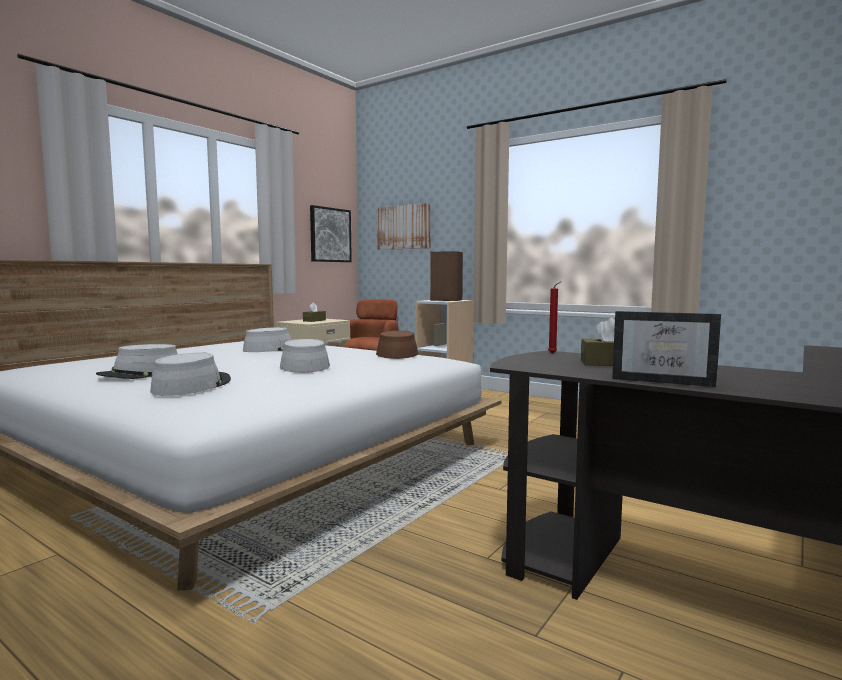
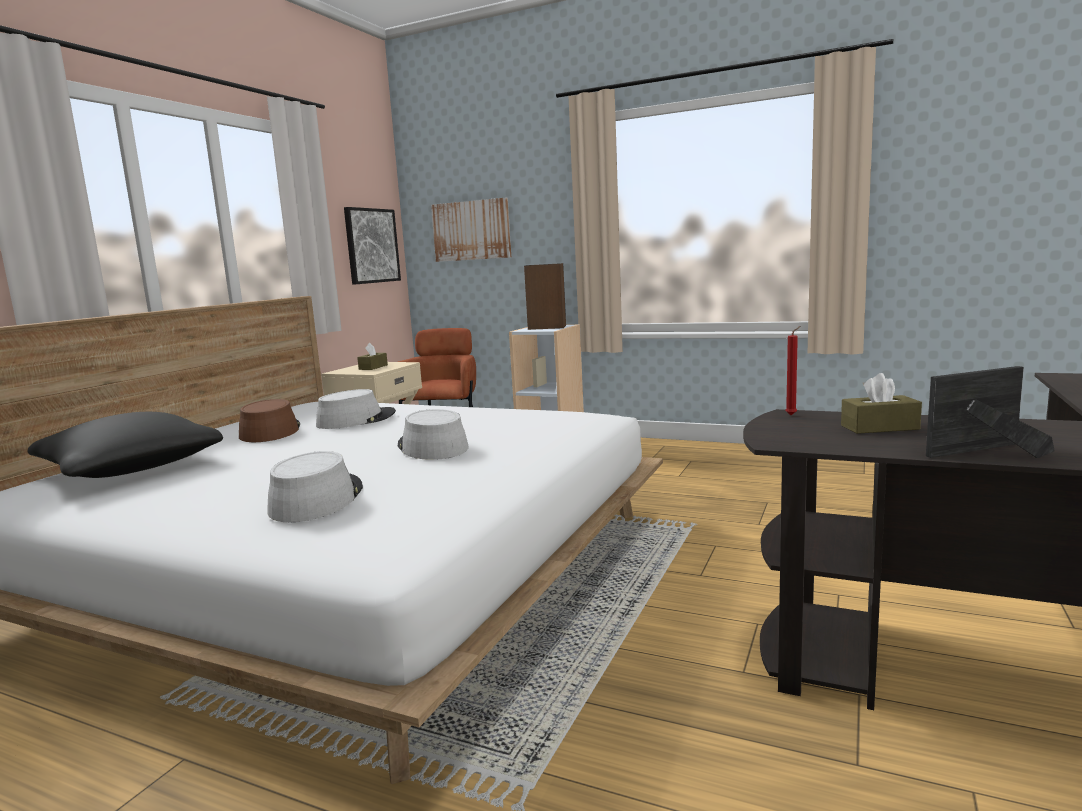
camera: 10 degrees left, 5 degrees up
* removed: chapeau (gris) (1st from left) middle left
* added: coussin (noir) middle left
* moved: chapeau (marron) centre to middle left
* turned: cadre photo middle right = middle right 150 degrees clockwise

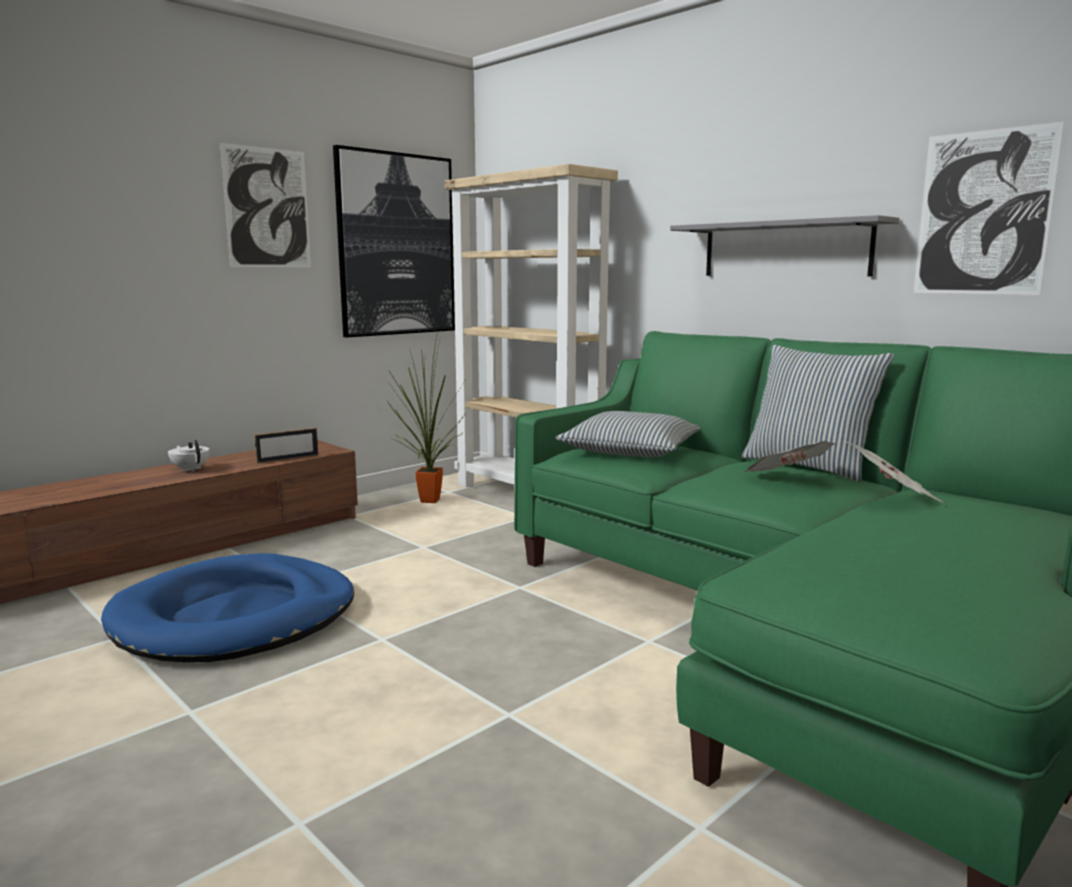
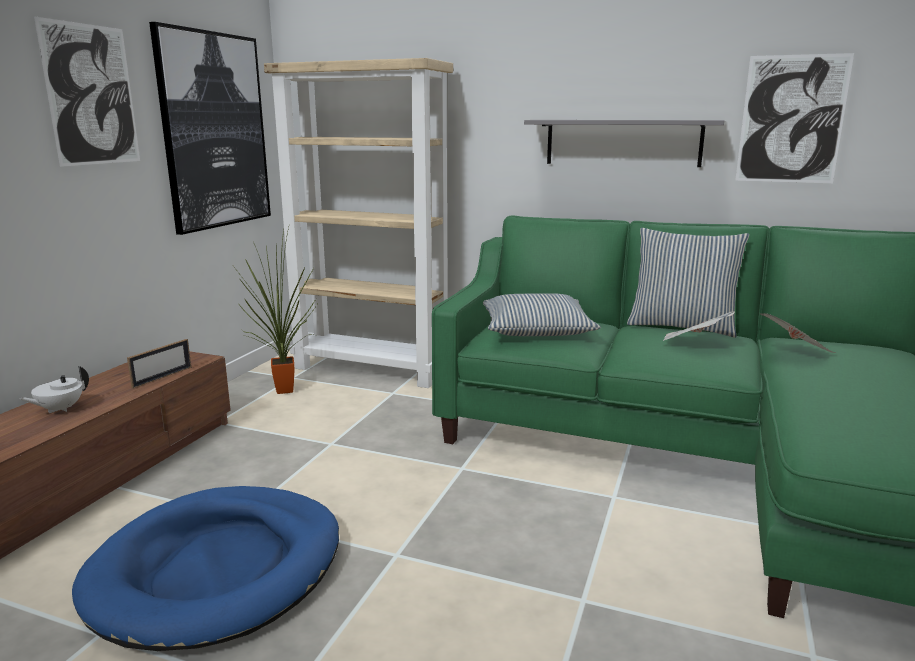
camera: 25 degrees left, 5 degrees up
* turned: théière (blanc) middle left = middle left 75 degrees counterclockwise

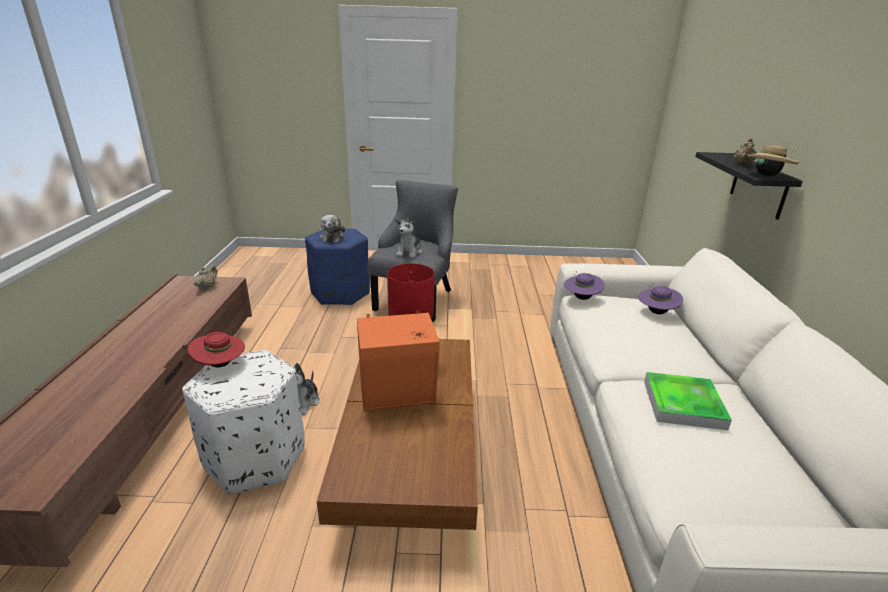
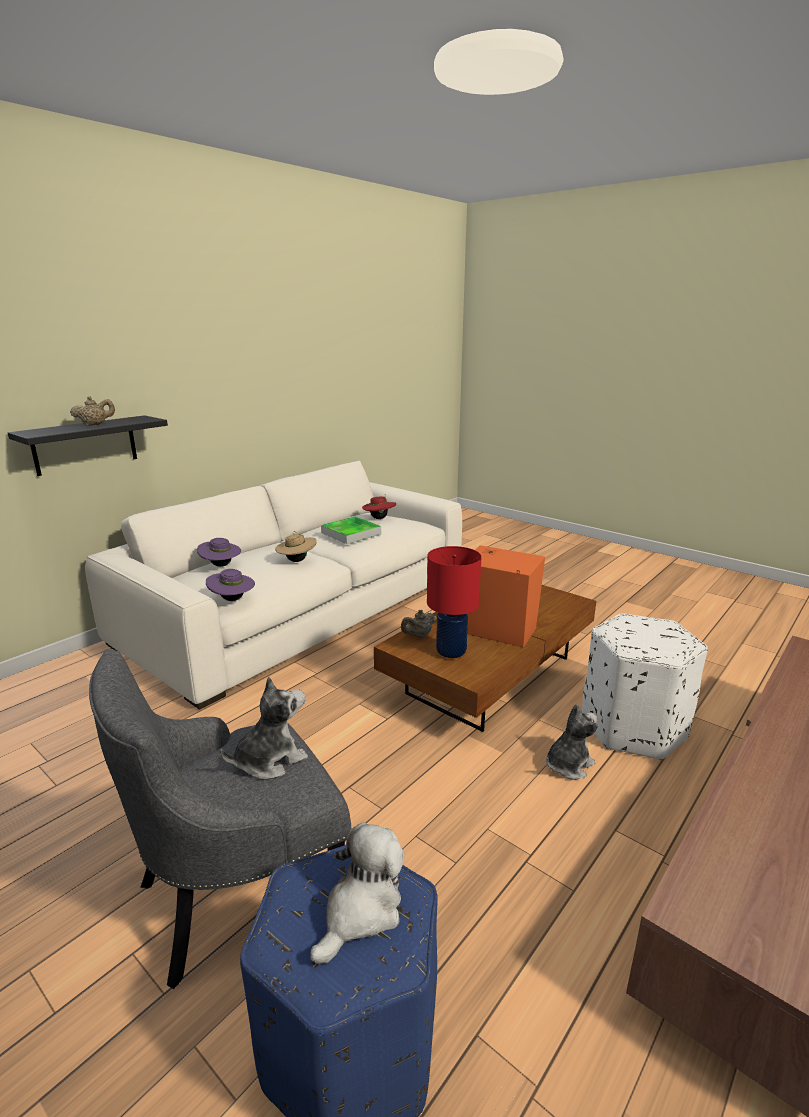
camera: 140 degrees left, 5 degrees down
* moved: chapeau (rouge) middle left to centre
* moved: théière (beige) (1st from left in the first image) middle left to théière (beige) (2nd from left) centre
* moved: chapeau (beige) top right to centre

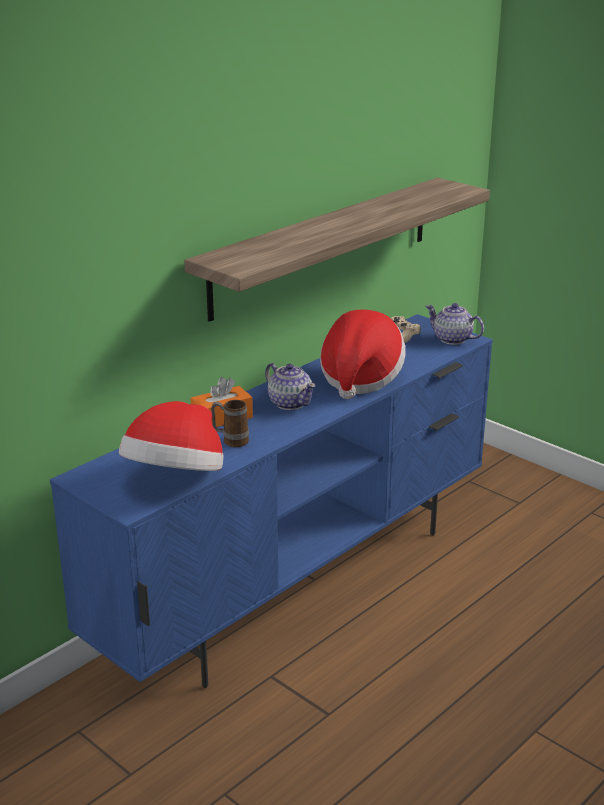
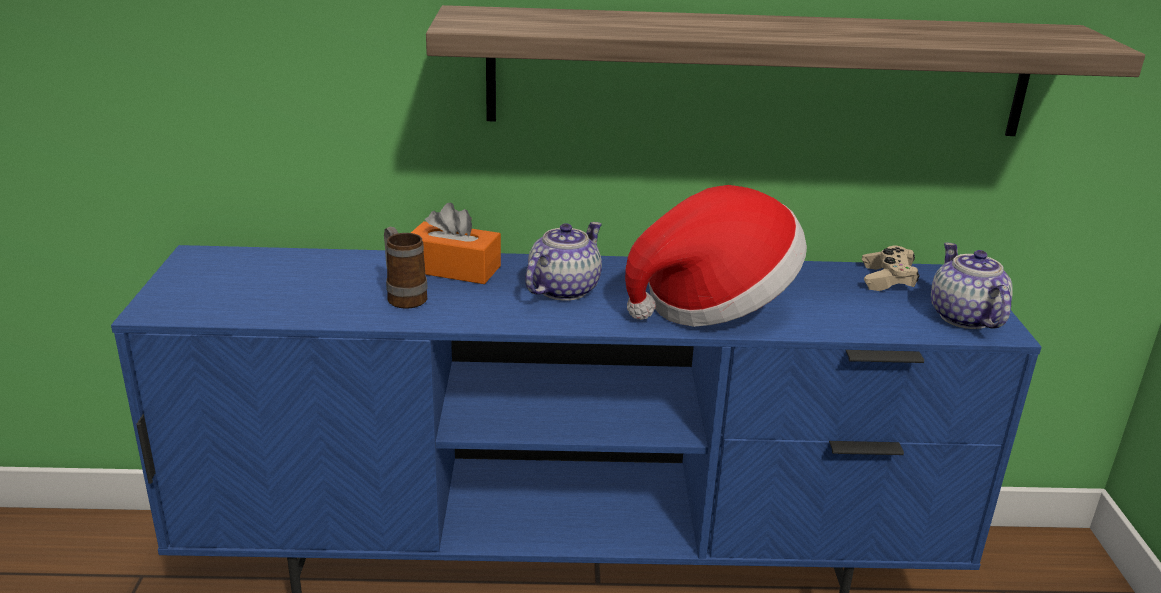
camera: 45 degrees right, 0 degrees up
* removed: chapeau (1st from left) middle left
* turned: théière (1st from left) centre = centre 150 degrees counterclockwise

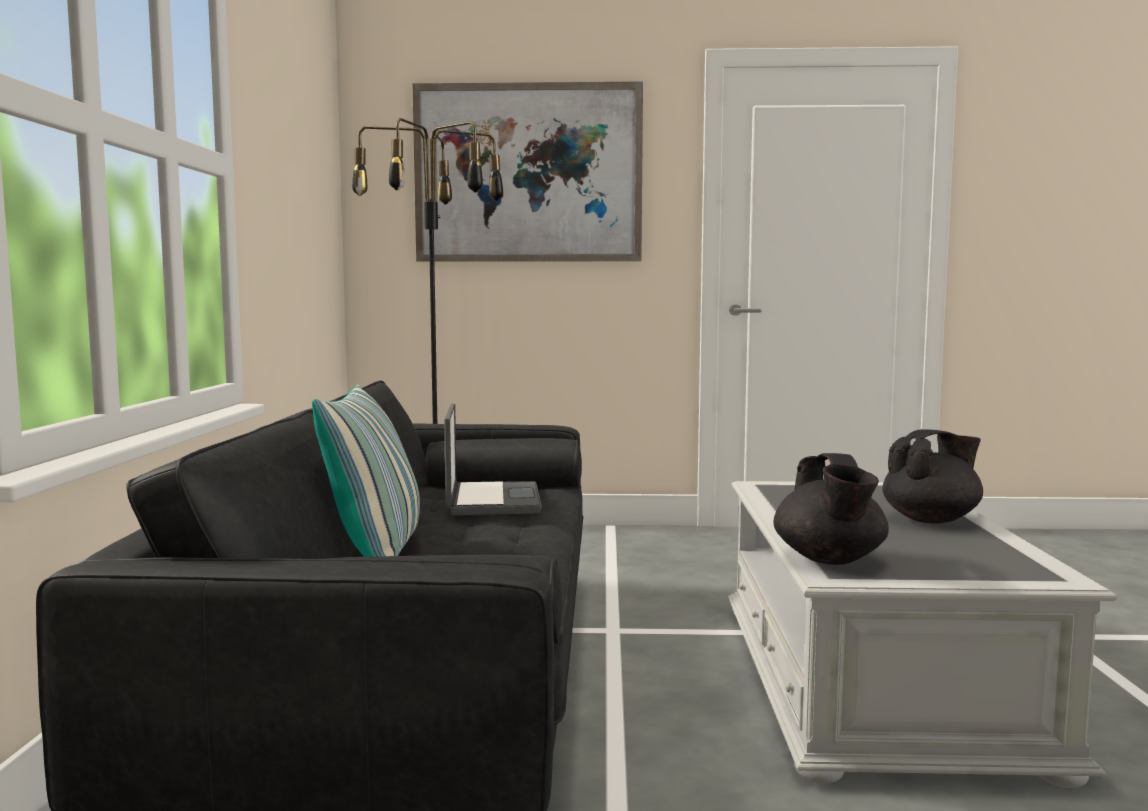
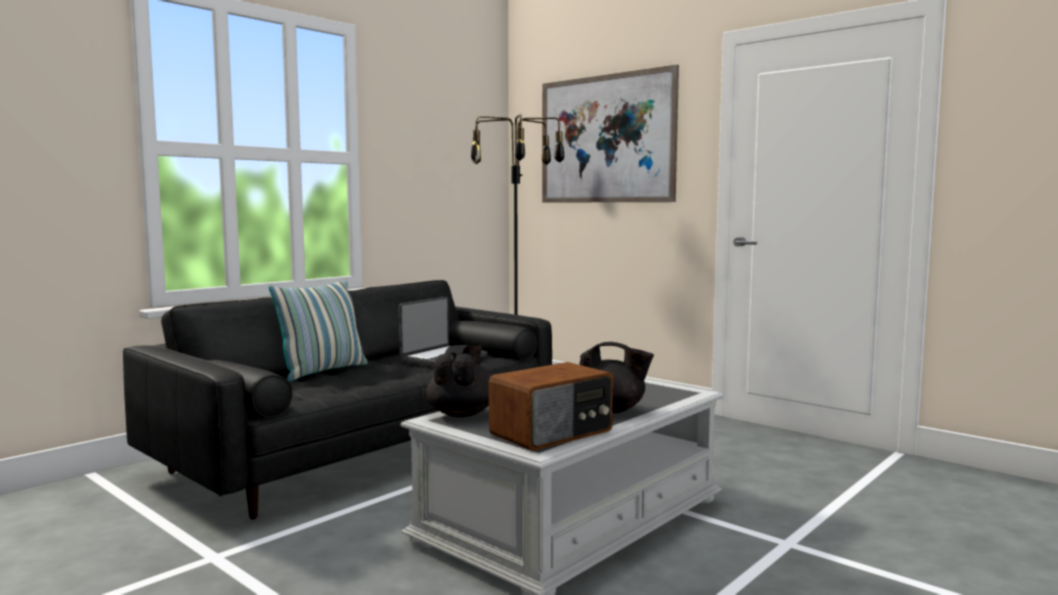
camera: 40 degrees right, 0 degrees up
* added: radio bottom centre
* turned: théière (noir) (1st from left) middle right = centre 150 degrees clockwise

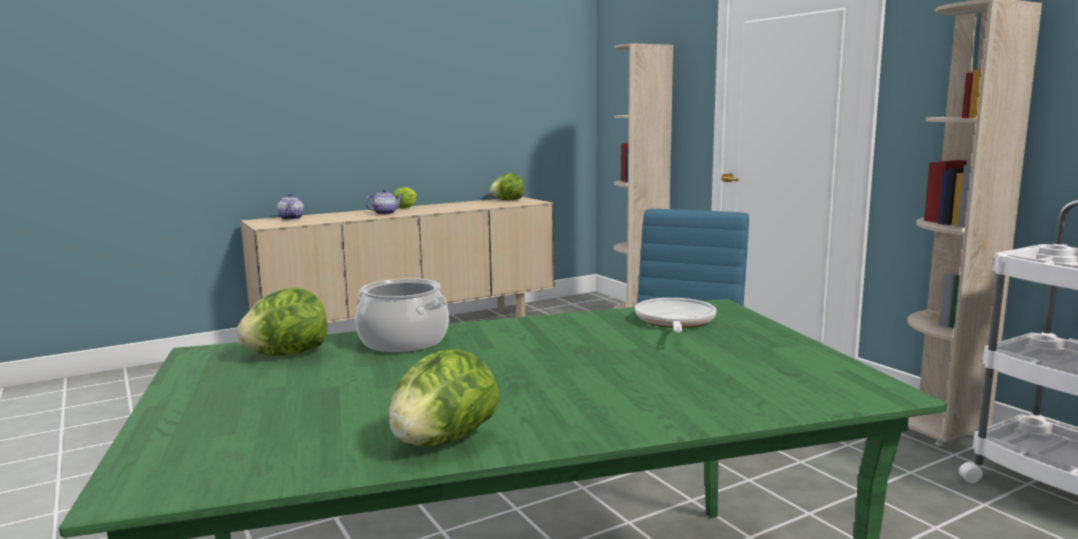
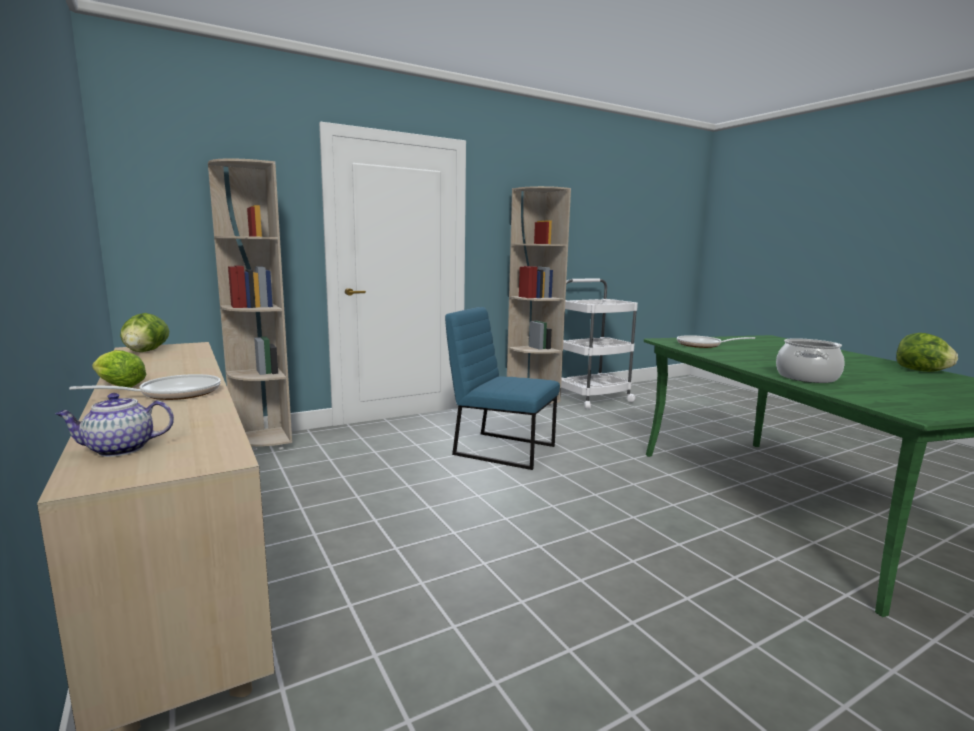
camera: 90 degrees left, 0 degrees up
* removed: laitue (1st from left) middle left
* replaced: théière (2nd from left) centre to poêle (1st from left) middle left

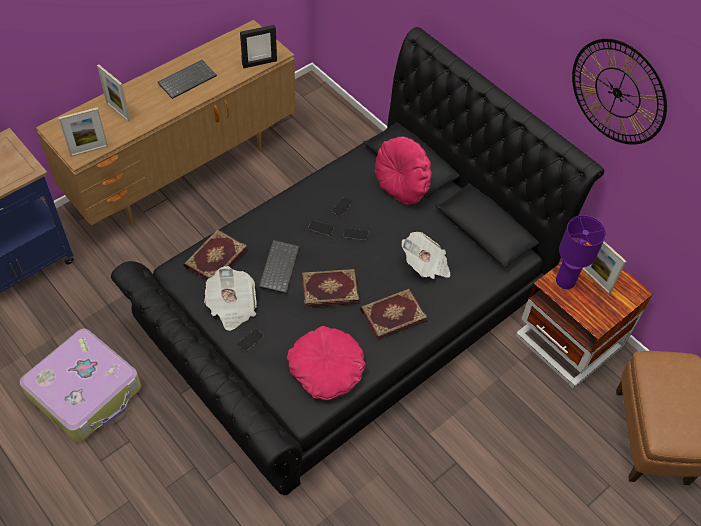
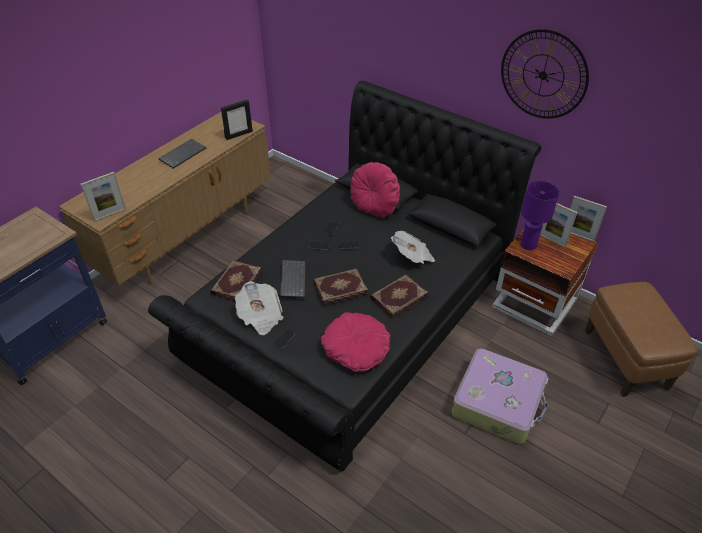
camera: 10 degrees left, 10 degrees down
* moved: valise bottom left to bottom right
* moved: cadre photo (2nd from left in the first image) top left to cadre photo (4th from left) middle right

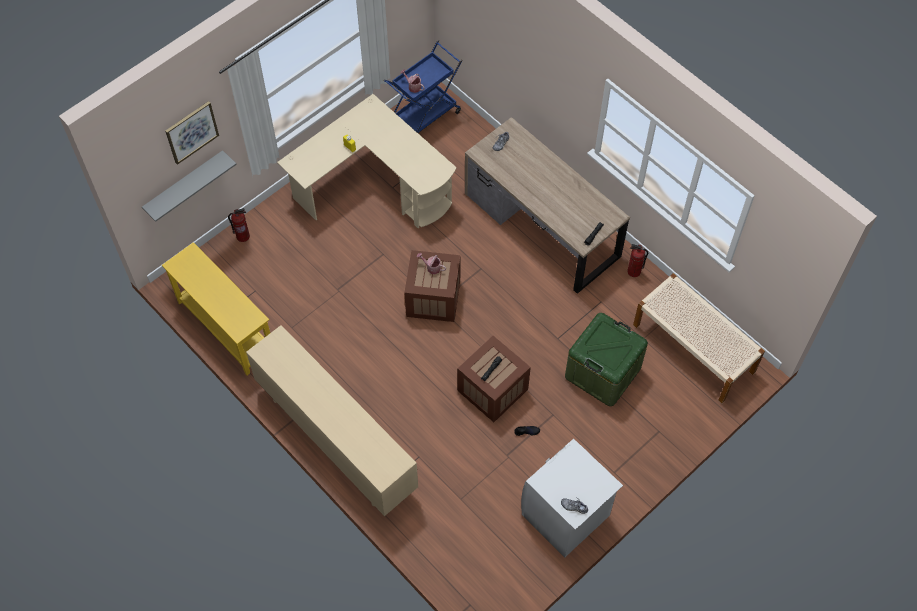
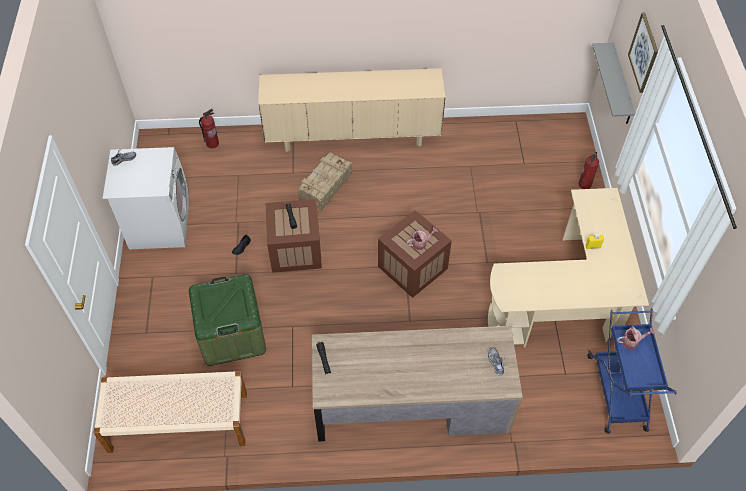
camera: 130 degrees right, 5 degrees down
* removed: table console (jaune) middle left
* added: caisse (2nd from left) centre
* moved: extincteur (2nd from left in the first image) middle right to extincteur (1st from left) top left

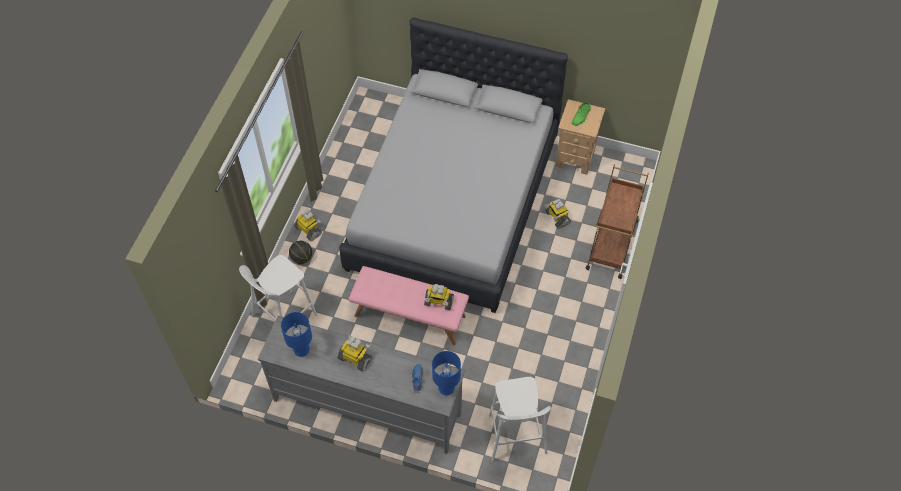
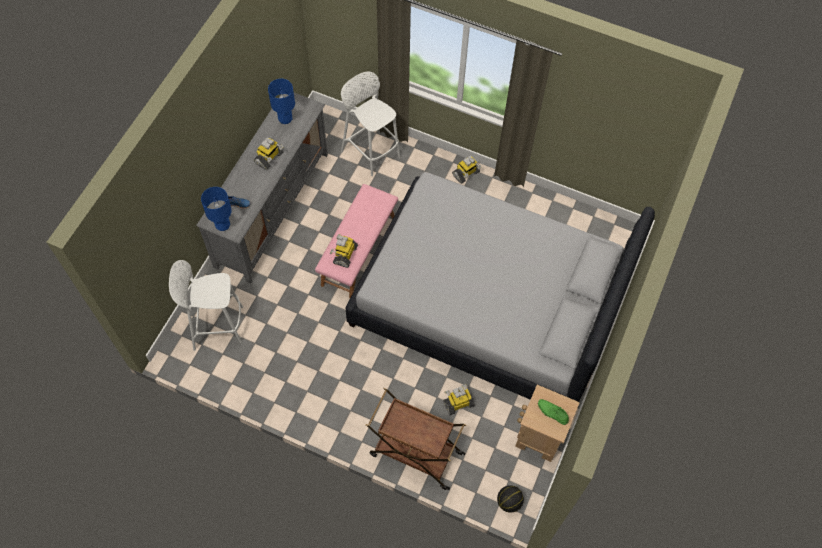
camera: 95 degrees right, 5 degrees up
* moved: ballon de basket middle left to bottom centre

